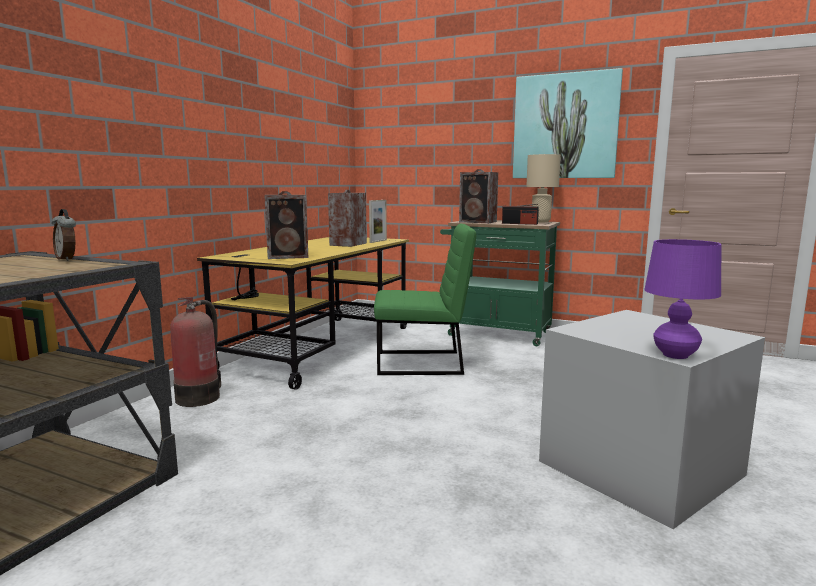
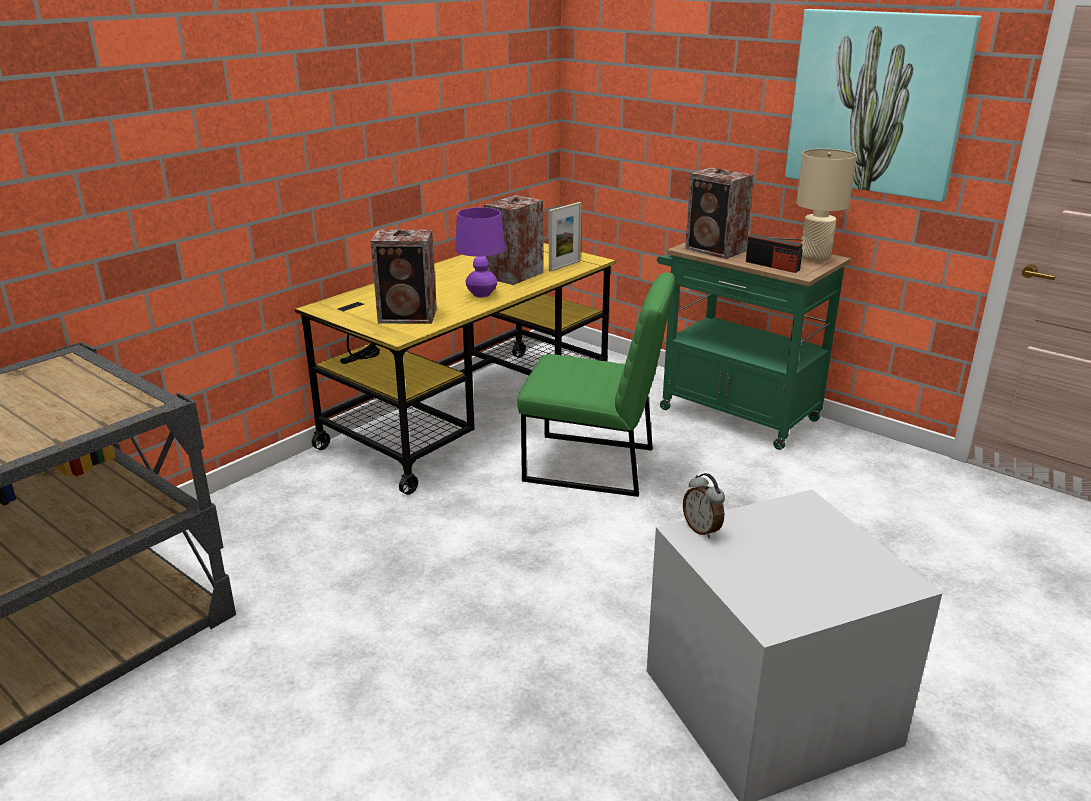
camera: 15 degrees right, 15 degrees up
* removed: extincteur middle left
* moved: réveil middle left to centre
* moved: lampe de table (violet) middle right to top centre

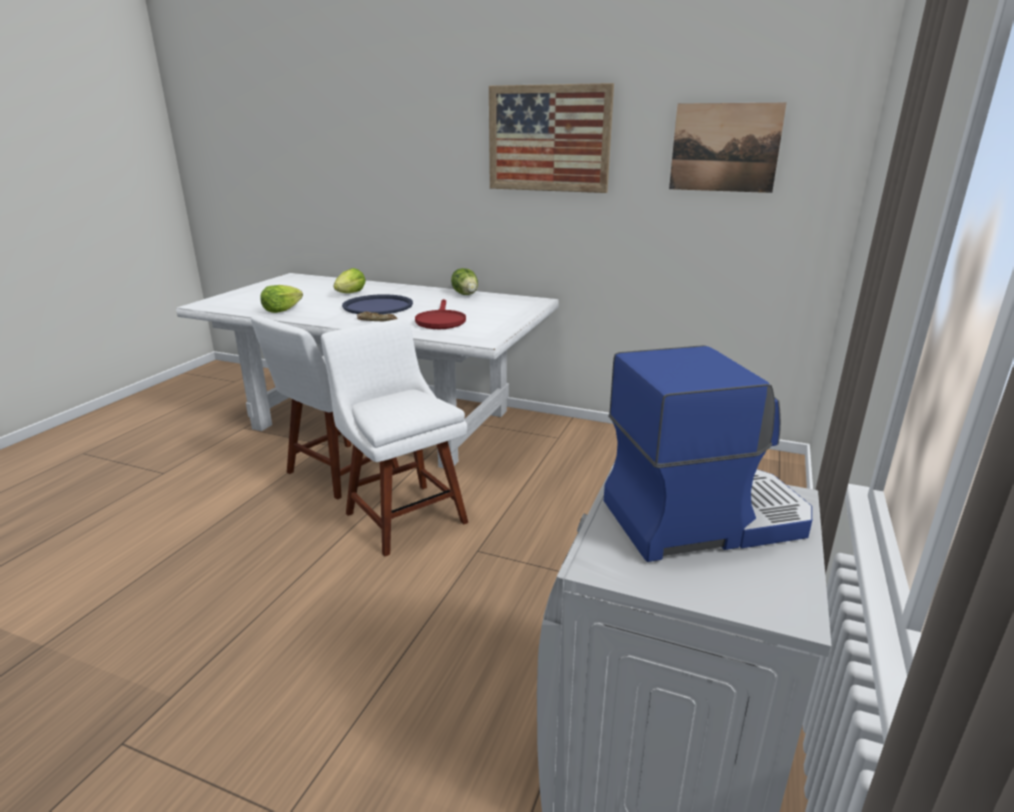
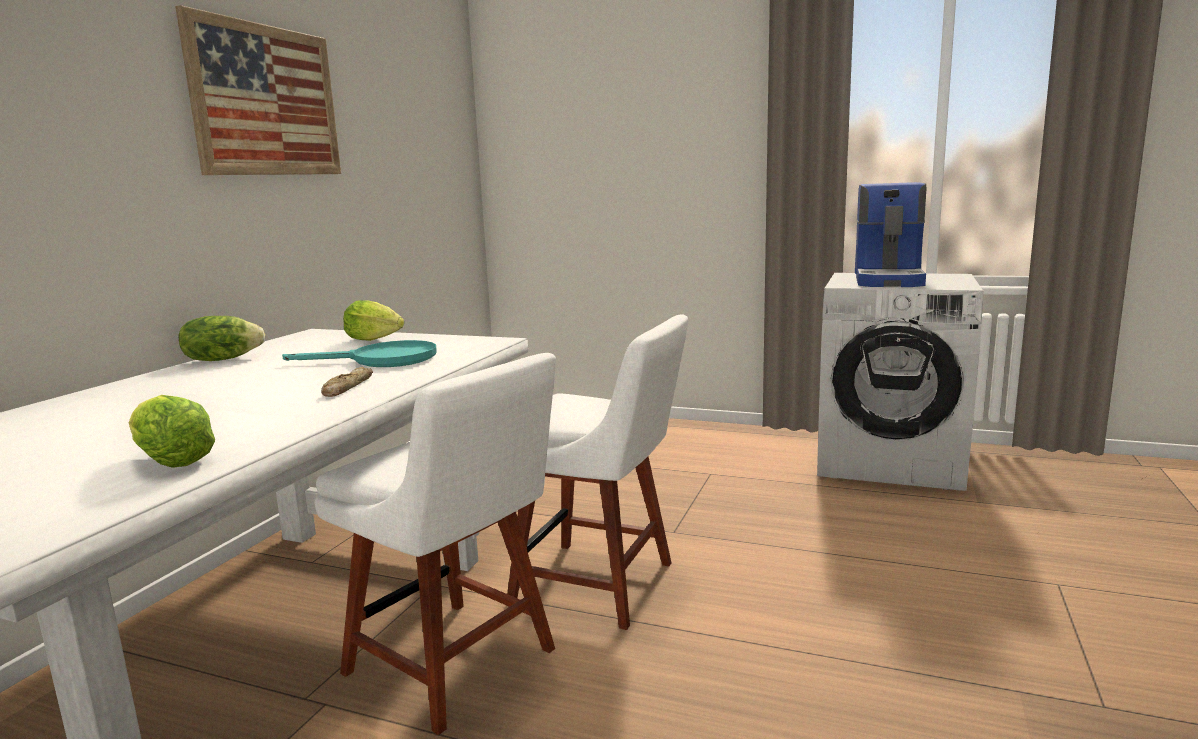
camera: 90 degrees left, 10 degrees down
* removed: plateau (bleu) centre
* removed: tableau (2nd from left) top right
* moved: laitue (2nd from left in the first image) centre to laitue (3rd from left) middle left
* recoloured: poêle (rouge) centre to poêle (turquoise) middle left
* turned: chaise (blanc) (2nd from left) centre = centre 120 degrees counterclockwise
* turned: machine à café middle right = top right 150 degrees counterclockwise

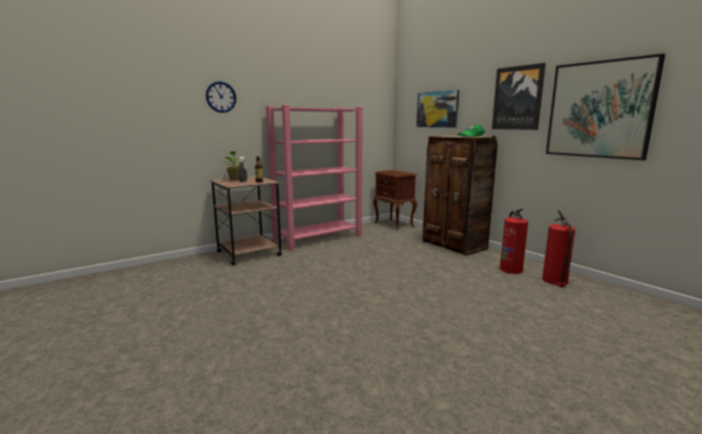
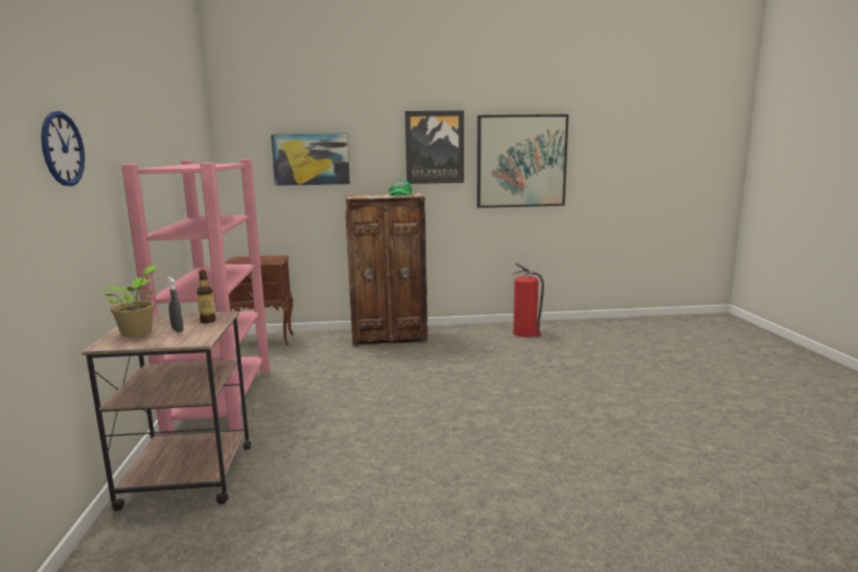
camera: 60 degrees left, 0 degrees up
* removed: extincteur (1st from left) middle right

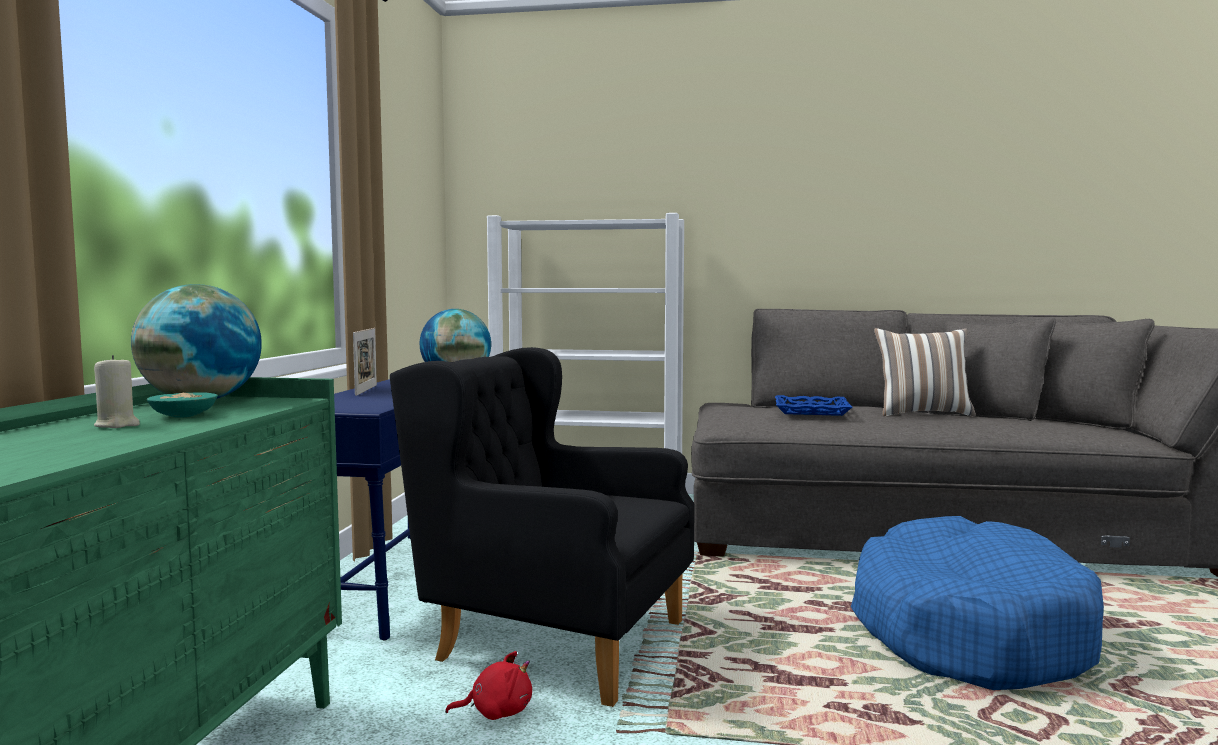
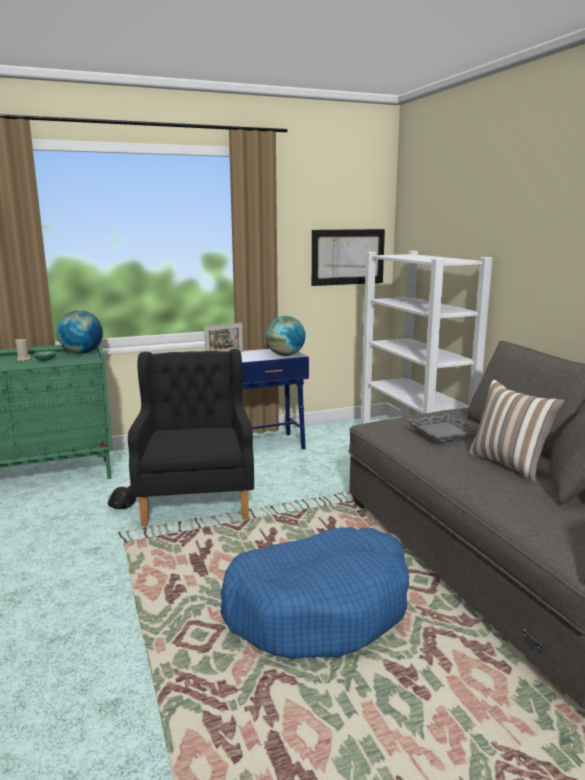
camera: 60 degrees right, 10 degrees up
* added: tableau top centre
* recoloured: peluche (rouge) bottom centre to peluche (noir) middle left
* recoloured: plateau (bleu) middle right to plateau (gris) middle right

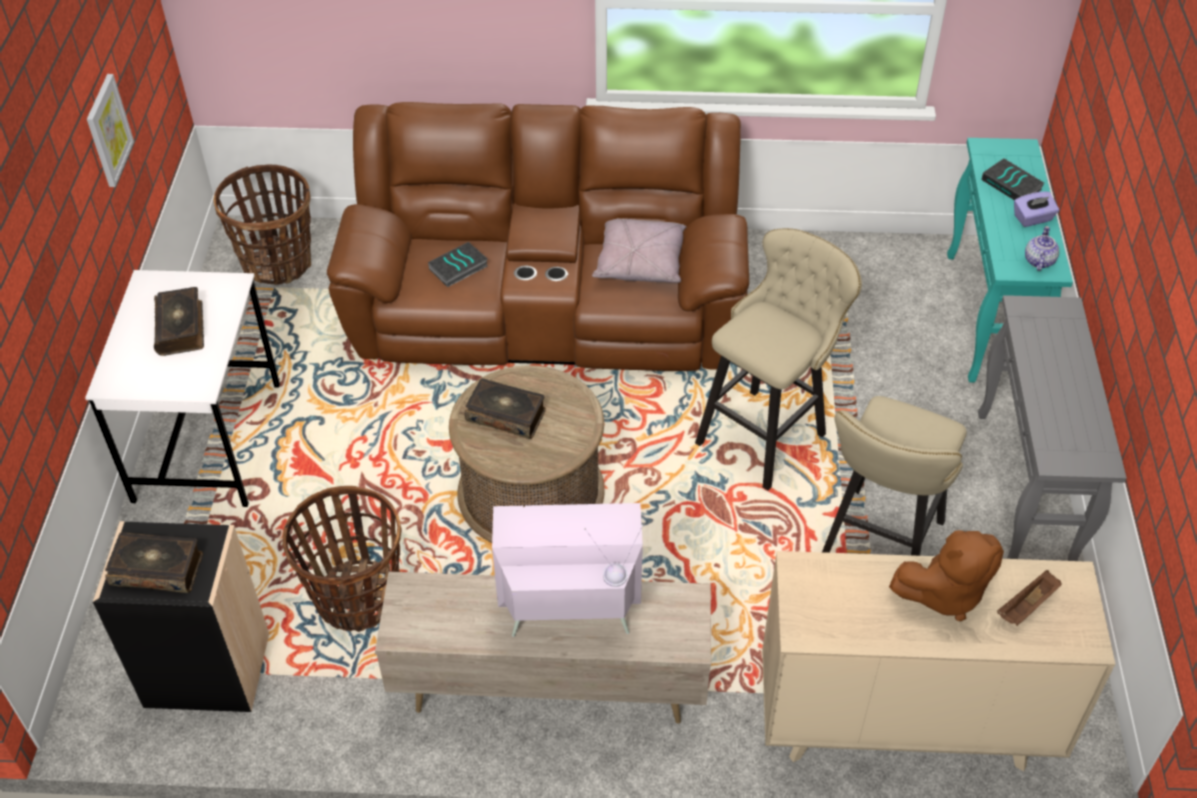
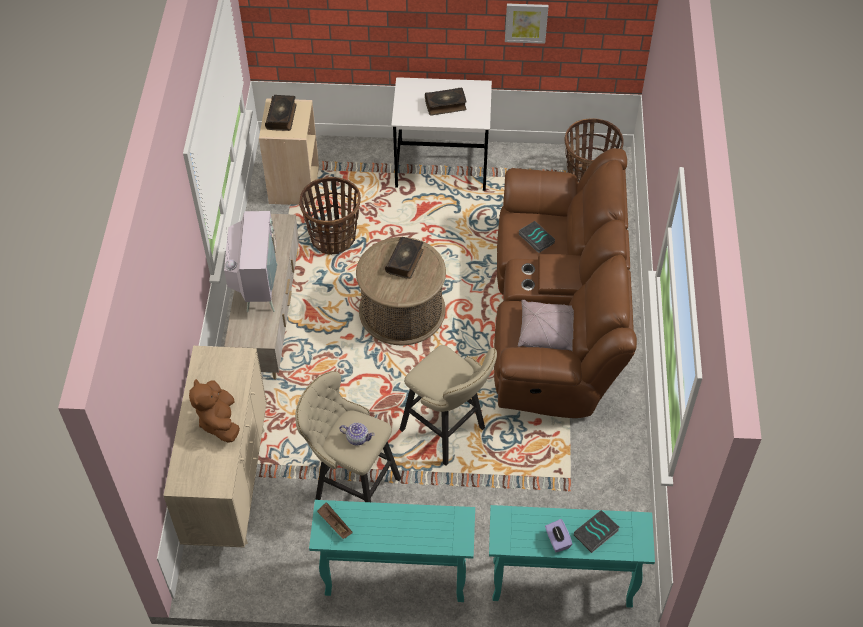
camera: 90 degrees right, 5 degrees up
* moved: plateau (marron) bottom right to bottom centre
* moved: théière top right to bottom centre
* recoloured: bibliothèque (noir) bottom left to bibliothèque (beige) top centre
* recoloured: table console (gris) middle right to table console (turquoise) (1st from left) bottom centre

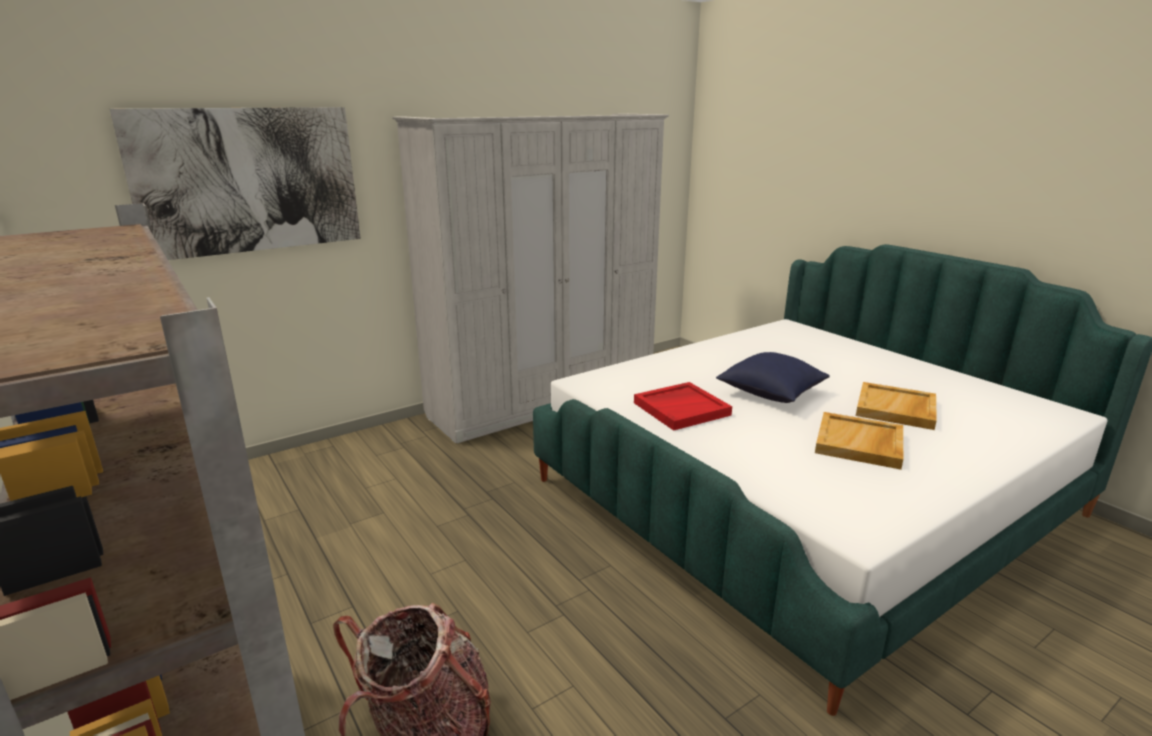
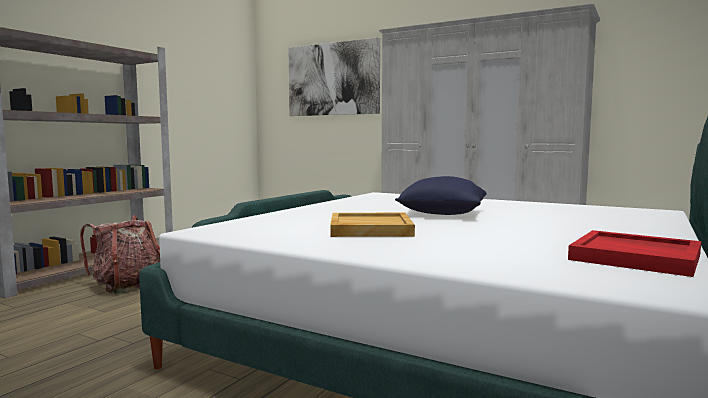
camera: 65 degrees right, 15 degrees down
* removed: plateau (beige) (2nd from left) middle right
* moved: plateau (rouge) centre to middle right

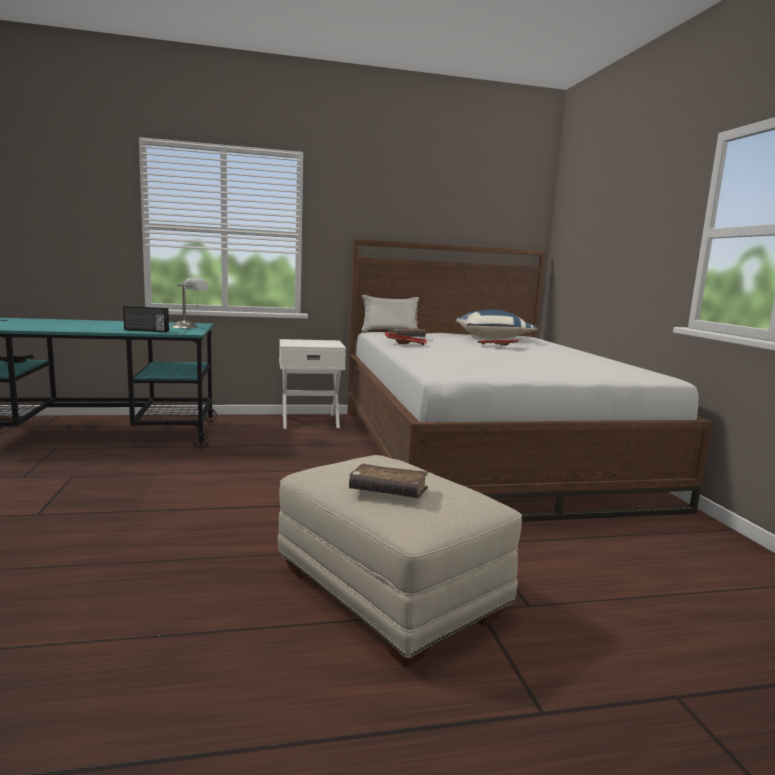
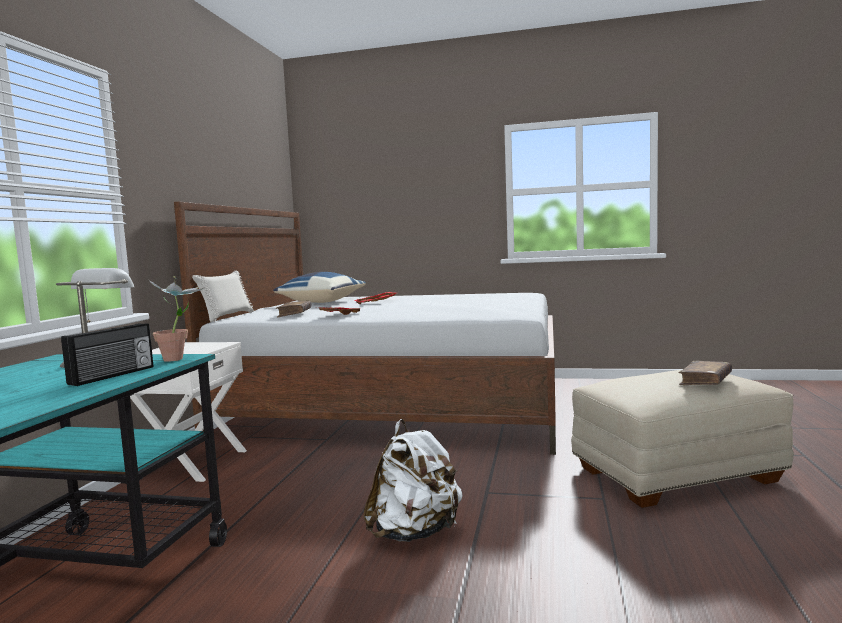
camera: 65 degrees left, 5 degrees down
* added: plante en pot middle left
* added: sac à dos (blanc) bottom centre

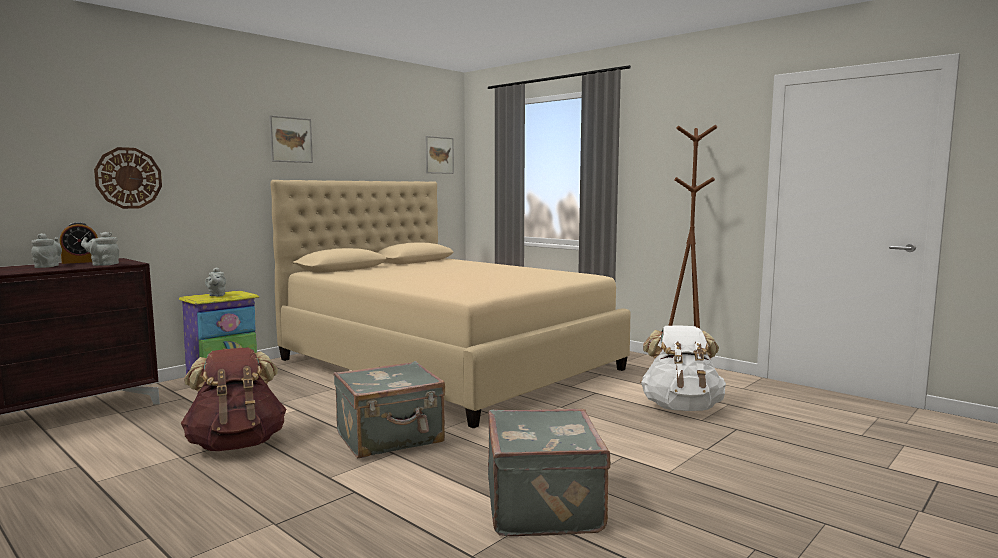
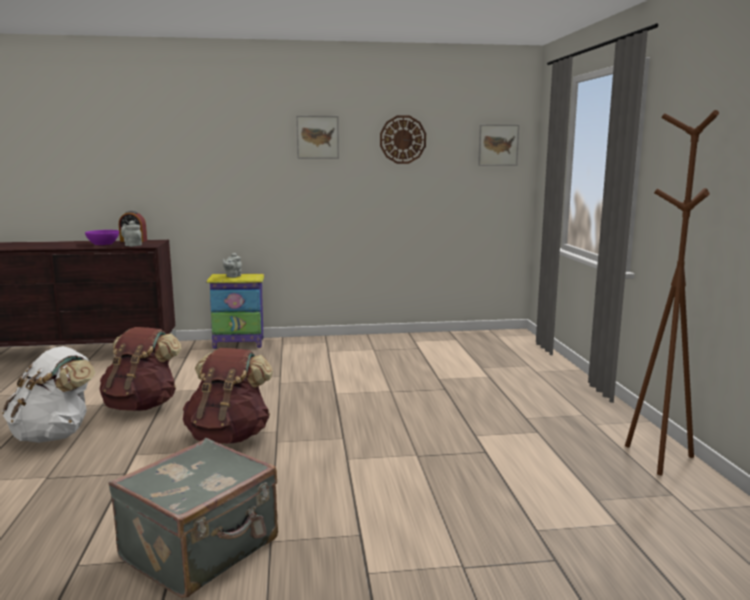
camera: 40 degrees right, 5 degrees up
* removed: lit (beige) centre
* moved: horloge murale top left to top centre
* moved: sac à dos (blanc) middle right to middle left
* replaced: théière (gris) (1st from left) middle left to bol (violet) middle left
* replaced: valise (gris) (1st from left) bottom centre to sac à dos (marron) (2nd from left) middle left

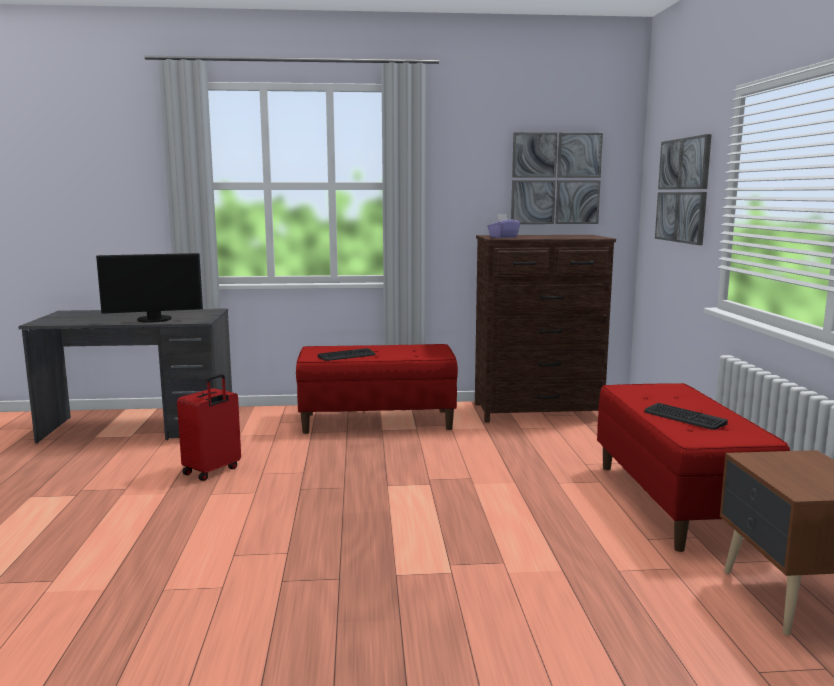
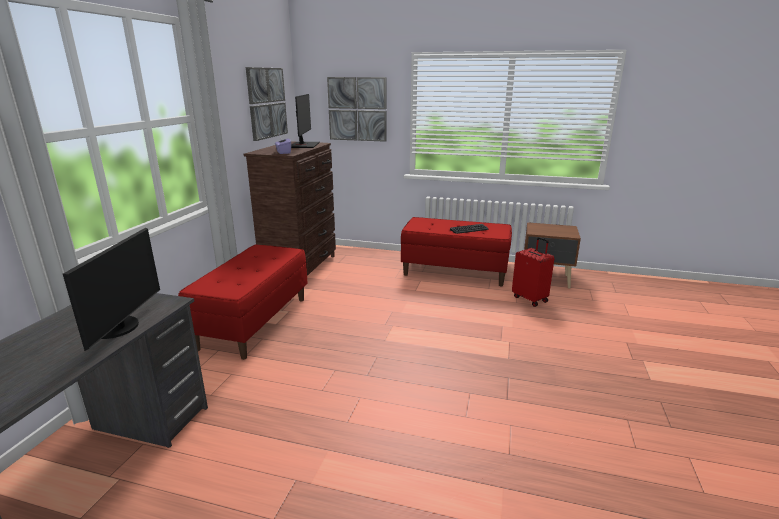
camera: 70 degrees left, 10 degrees up
* removed: clavier (1st from left) centre
* added: écran d'ordinateur (2nd from left) top centre
* moved: valise (rouge) middle left to middle right

